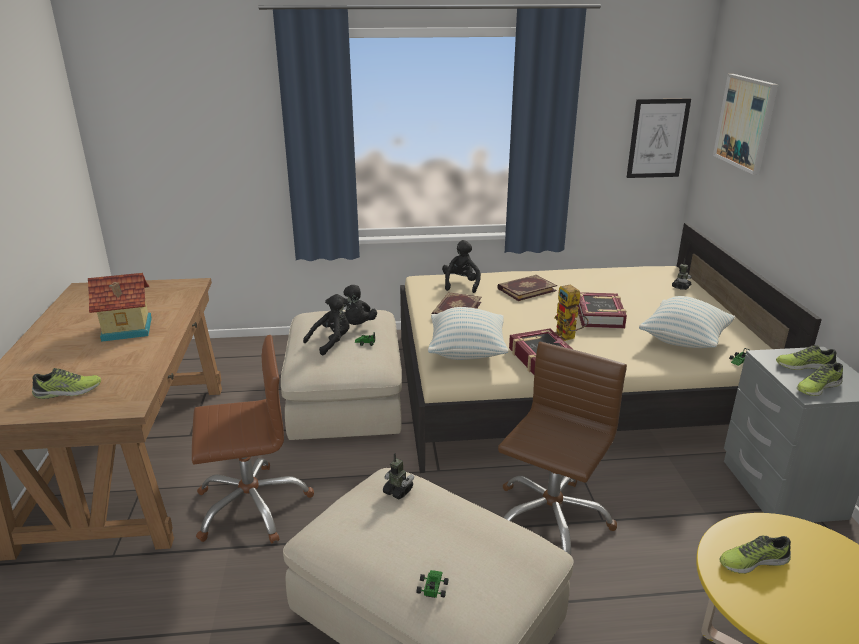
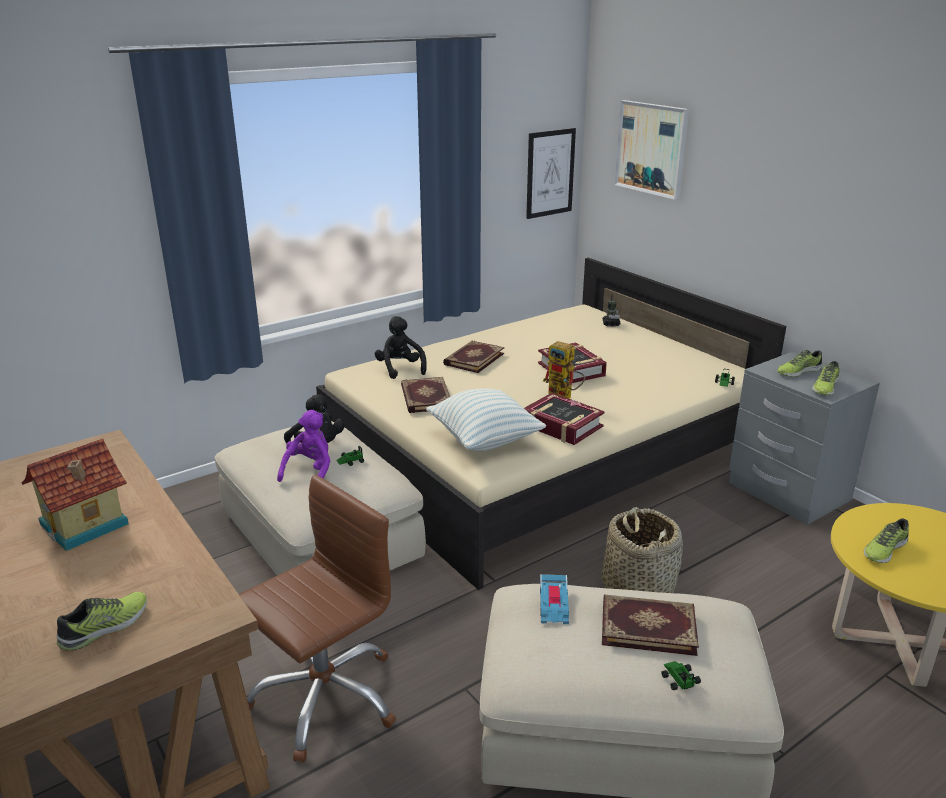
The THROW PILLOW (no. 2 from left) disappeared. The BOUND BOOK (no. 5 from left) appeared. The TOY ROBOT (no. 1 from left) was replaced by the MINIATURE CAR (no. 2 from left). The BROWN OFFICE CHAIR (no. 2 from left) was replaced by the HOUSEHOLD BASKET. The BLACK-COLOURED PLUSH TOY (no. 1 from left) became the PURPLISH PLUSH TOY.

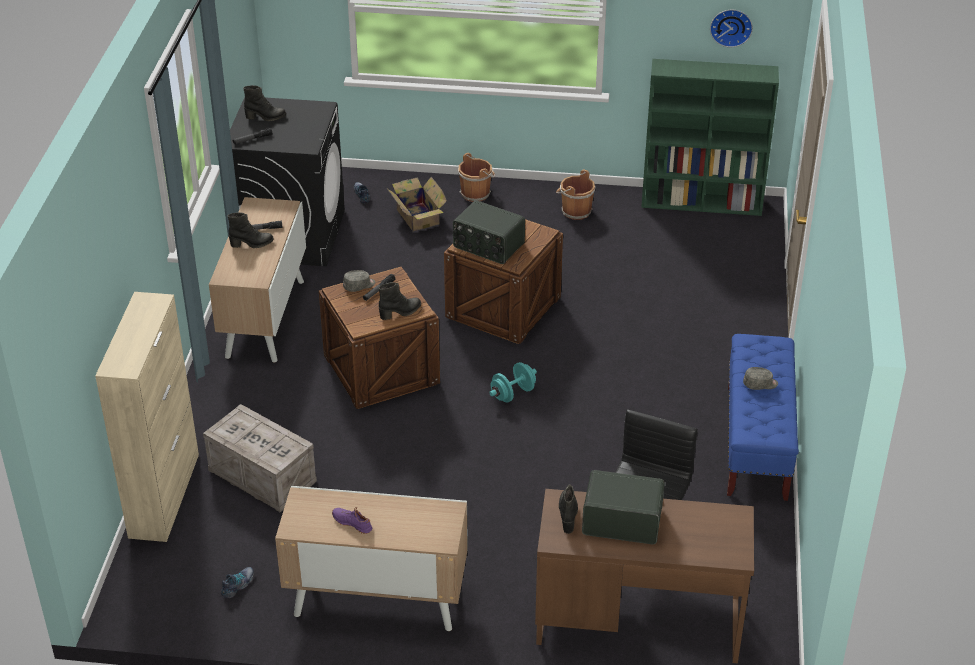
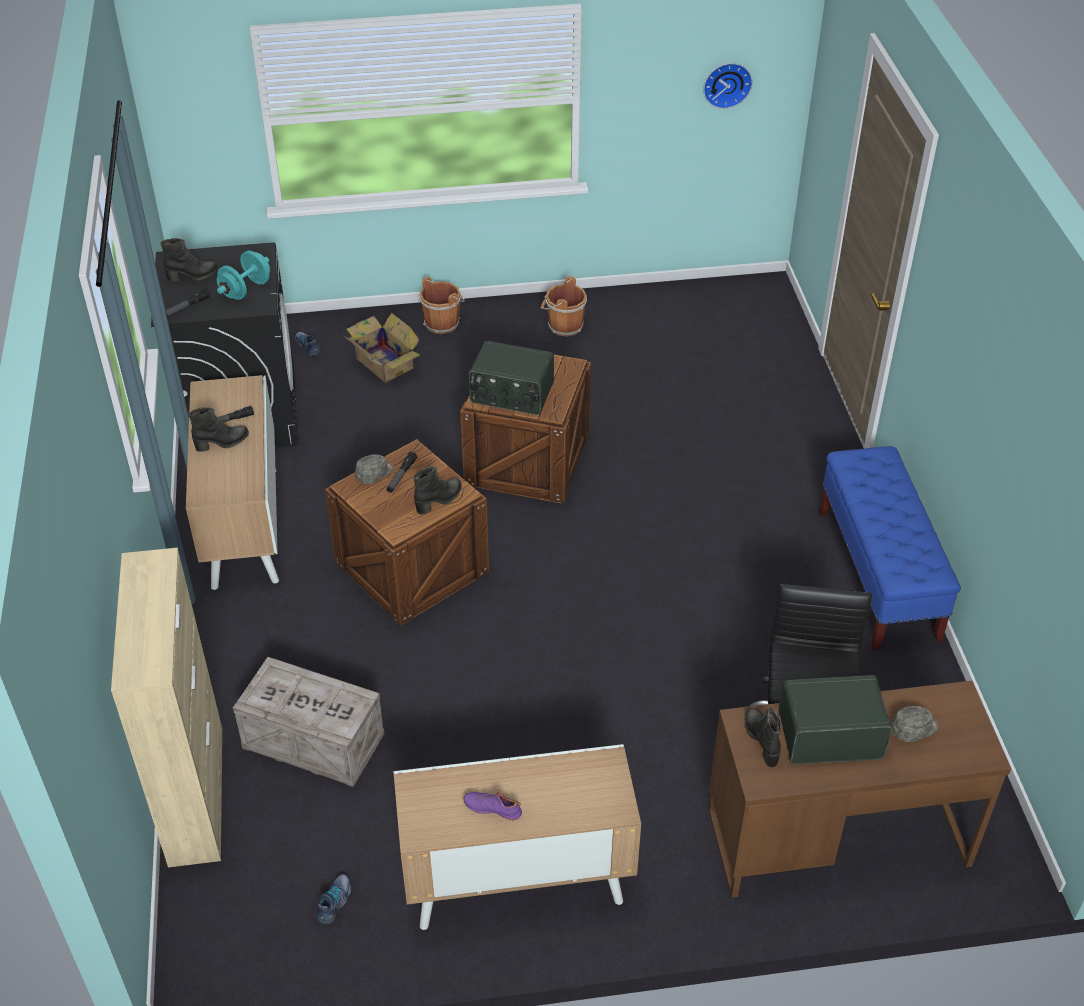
The GREENISH SHELVING UNIT disappeared. The TURQUOISE HAND WEIGHT moved. The GRAY CAP (no. 2 from left) moved.

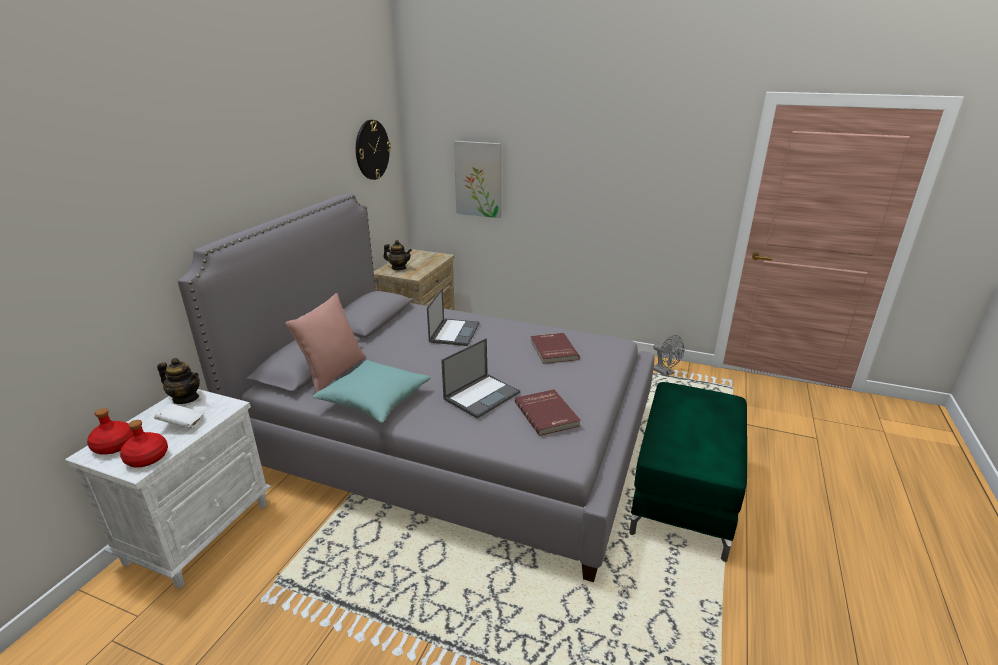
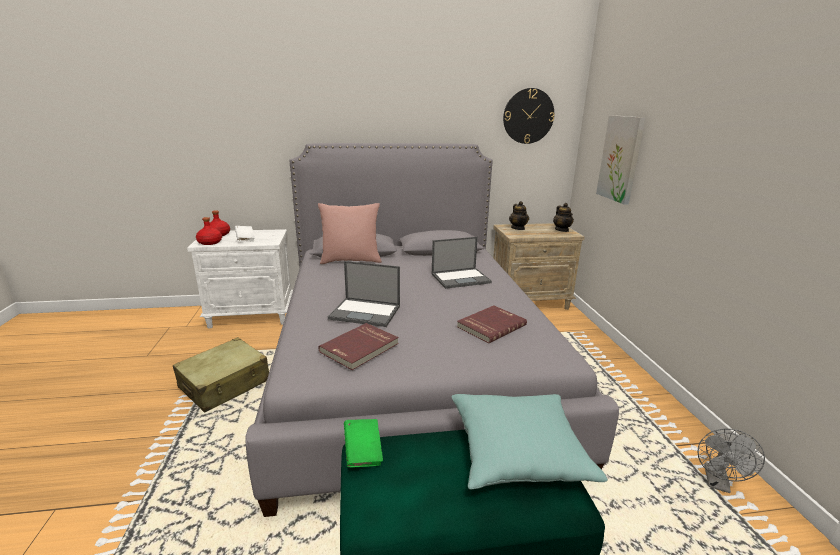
The BEIGE SUITCASE appeared. The GREENISH BOUND BOOK appeared. The TEA POT (no. 1 from left in the first image) moved. The TURQUOISE THROW PILLOW moved.

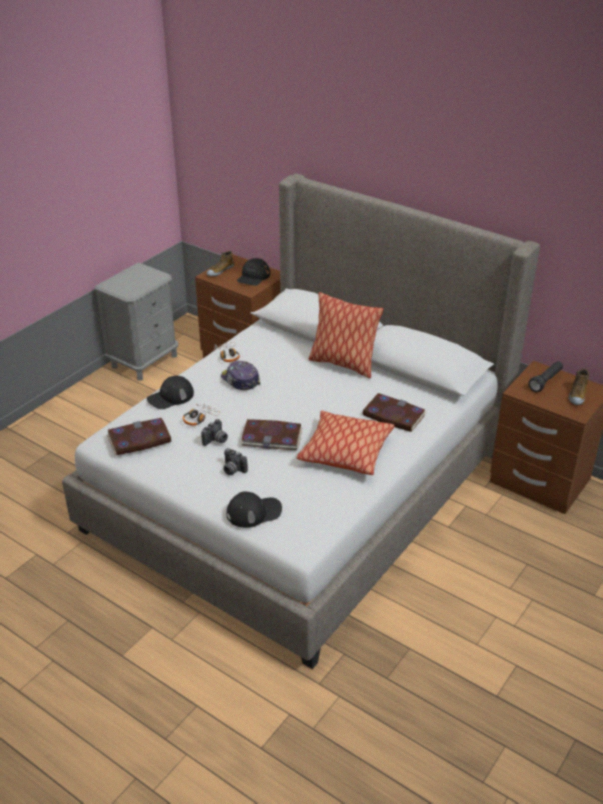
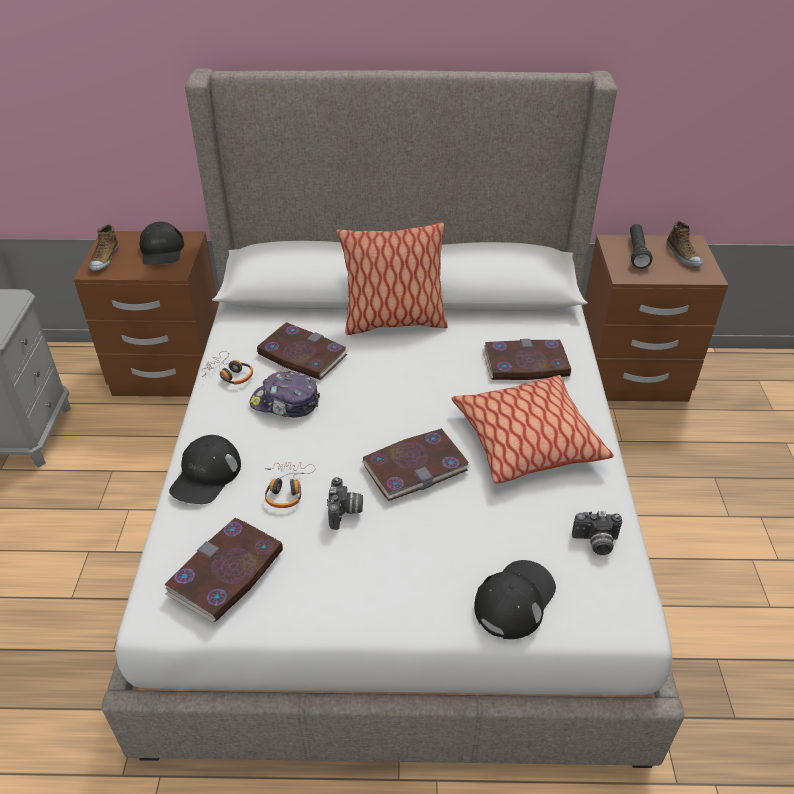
The BOUND BOOK (no. 2 from left) appeared. The PHOTO CAMERA (no. 2 from left) moved.

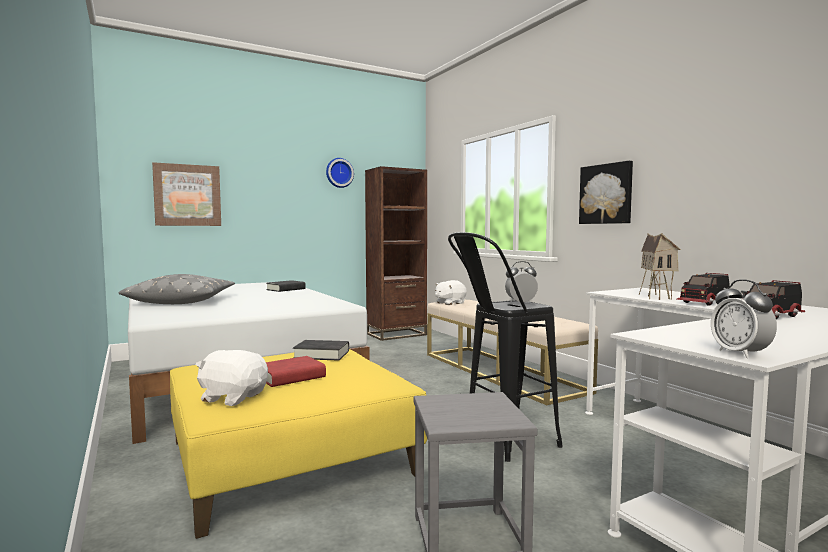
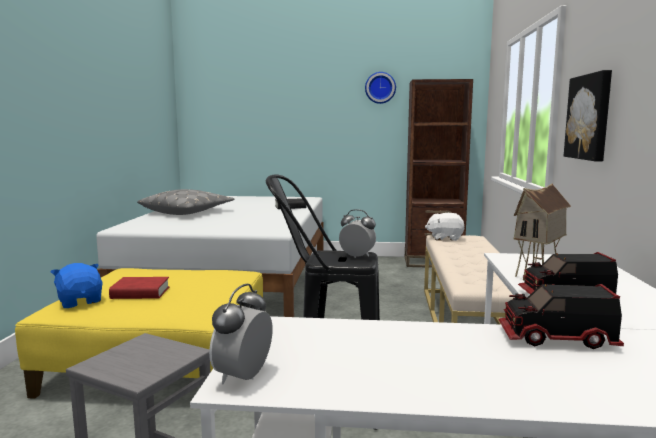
The PICTURE (no. 1 from left) disappeared. The BLACK-COLOURED BOUND BOOK (no. 2 from left) disappeared. The WHITE PLUSH TOY (no. 1 from left) became the BLUE PLUSH TOY.

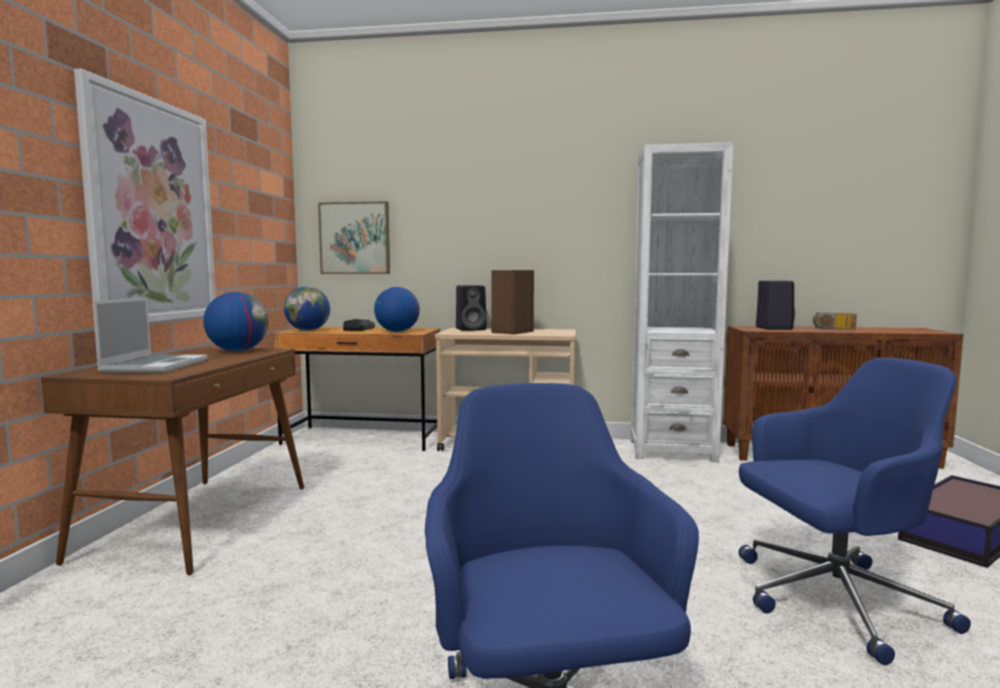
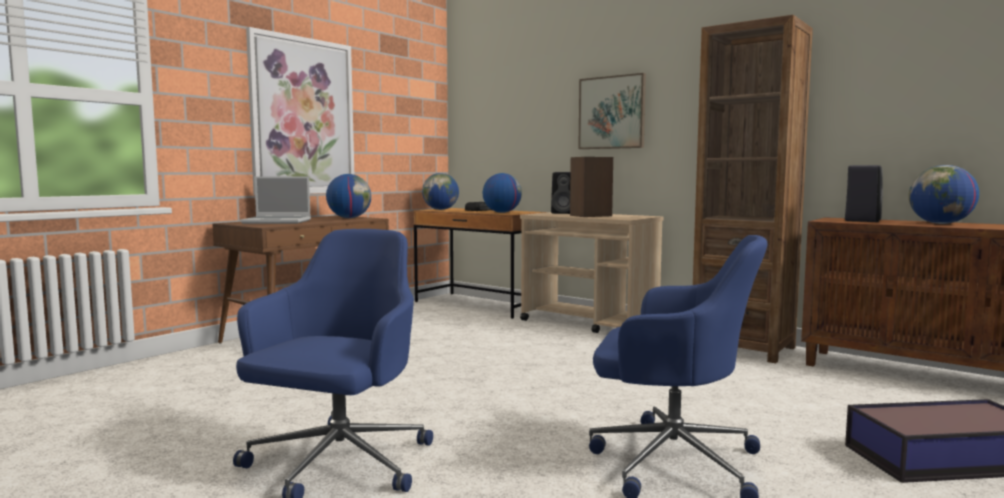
The PICTURE (no. 2 from left) moved. The RADIO RECEIVER (no. 2 from left) was replaced by the WORLD GLOBE (no. 4 from left). The WHITE SHELVING UNIT became the BROWN SHELVING UNIT. The PORTABLE COMPUTER turned 60 degrees clockwise.

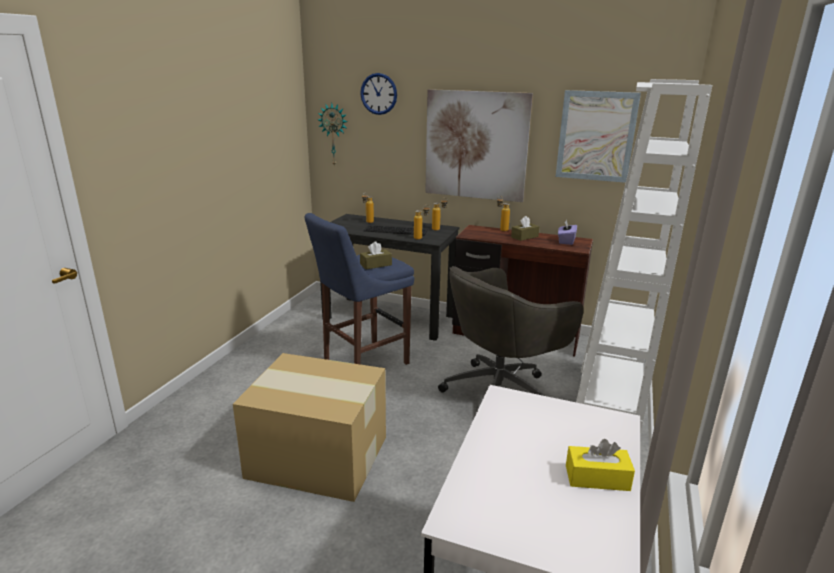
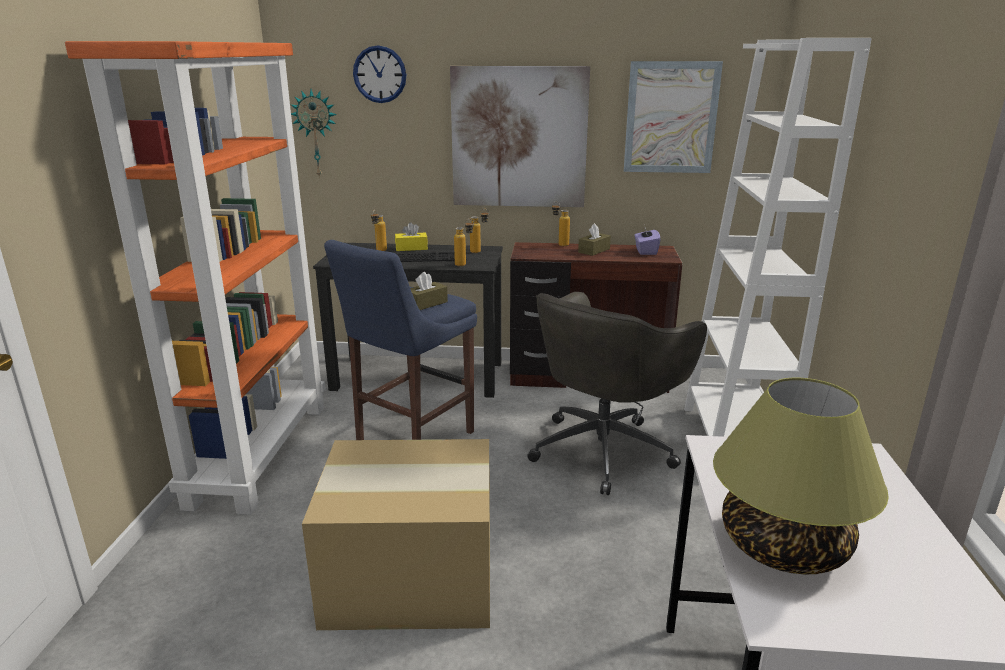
The ORANGE SHELVING UNIT appeared. The TABLETOP LAMP appeared. The YELLOW-COLOURED BOX OF TISSUES moved.

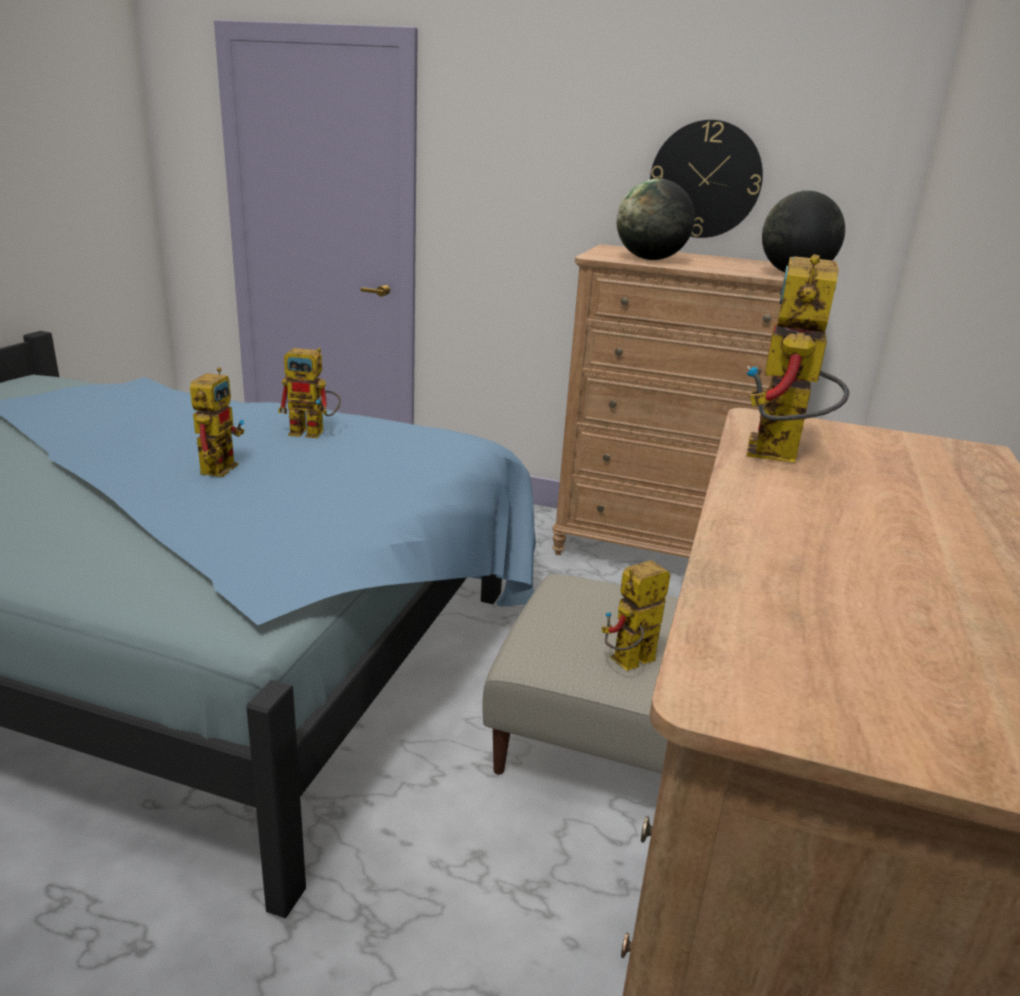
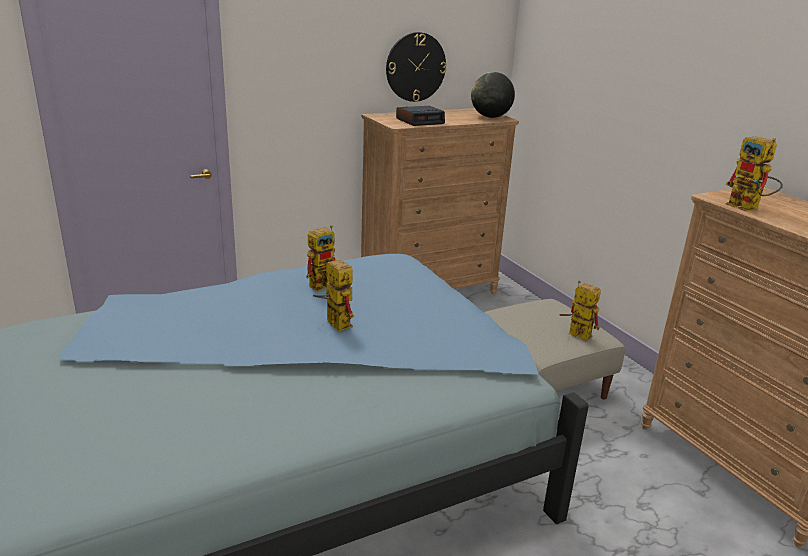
The WORLD GLOBE (no. 1 from left) was replaced by the TABLE CLOCK. The TOY ROBOT (no. 3 from left) turned 120 degrees clockwise.

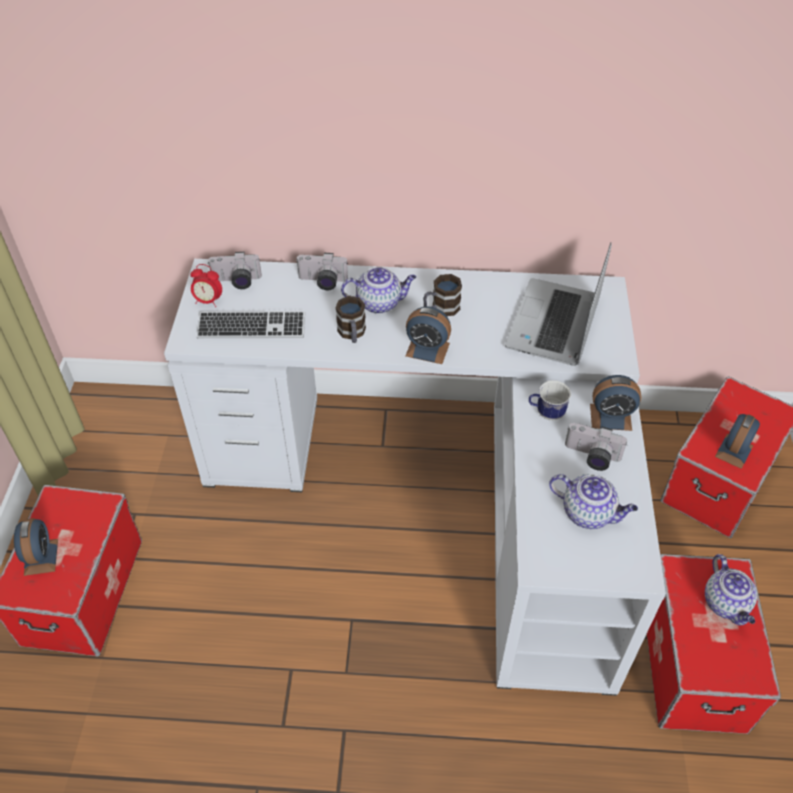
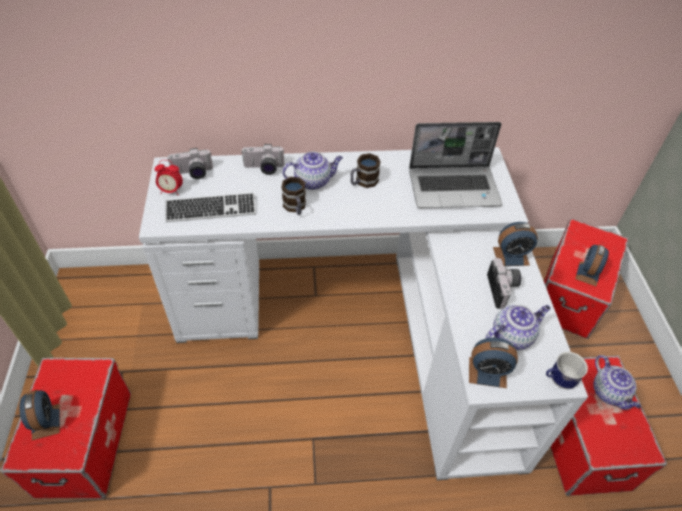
The TABLE CLOCK (no. 3 from left) moved. The TEA MUG (no. 3 from left) moved. The PORTABLE COMPUTER turned 105 degrees counterclockwise. The TEA POT (no. 2 from left) turned 45 degrees counterclockwise. The PHOTO CAMERA (no. 3 from left) turned 105 degrees counterclockwise.

